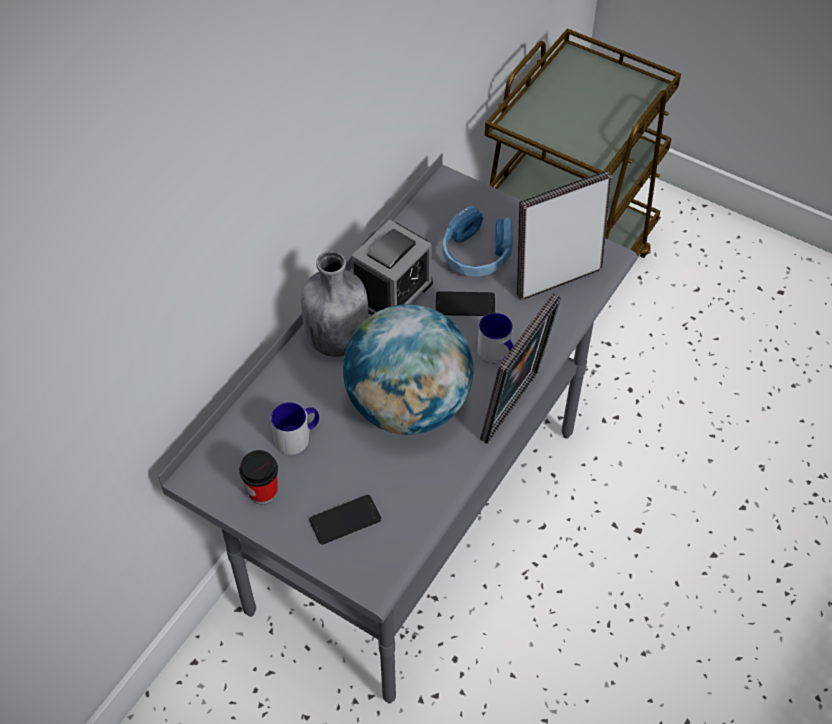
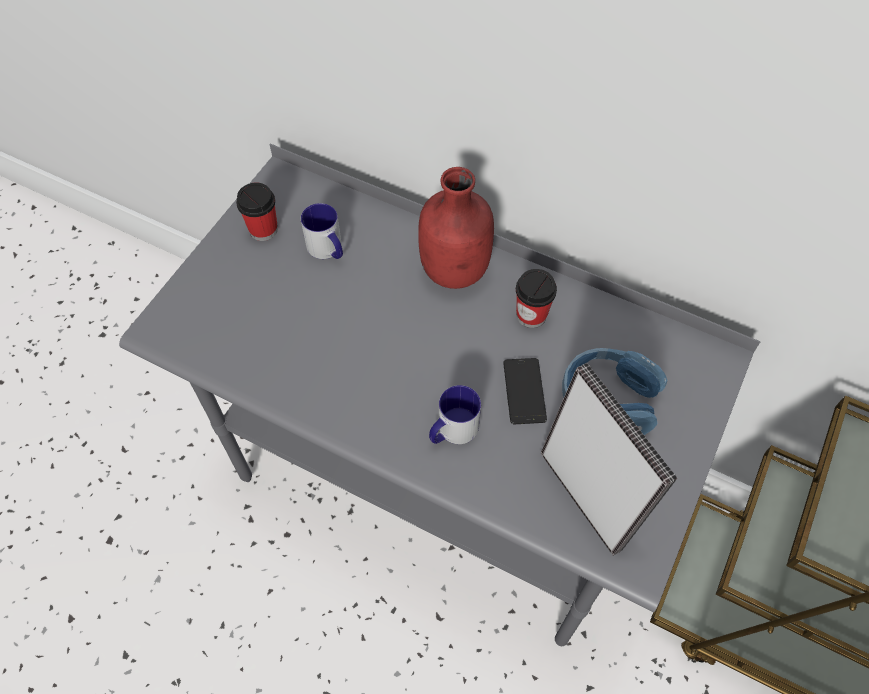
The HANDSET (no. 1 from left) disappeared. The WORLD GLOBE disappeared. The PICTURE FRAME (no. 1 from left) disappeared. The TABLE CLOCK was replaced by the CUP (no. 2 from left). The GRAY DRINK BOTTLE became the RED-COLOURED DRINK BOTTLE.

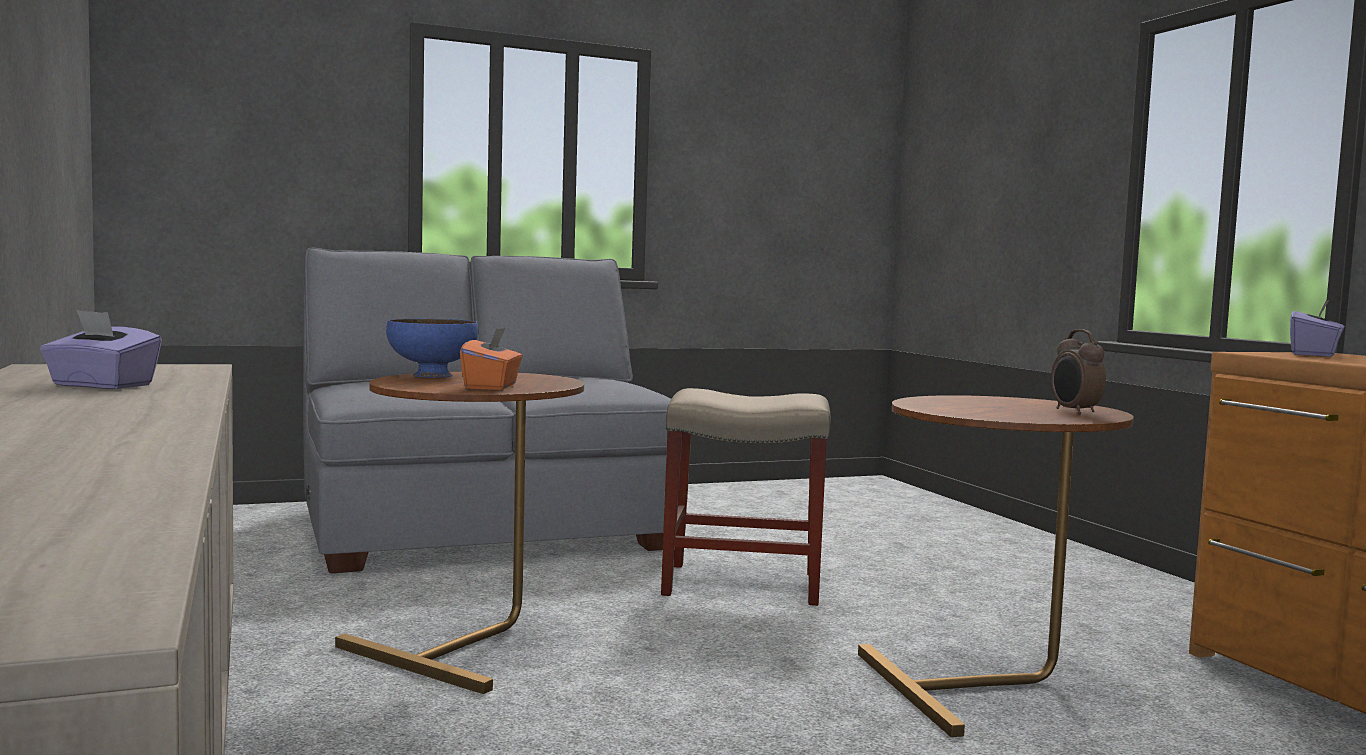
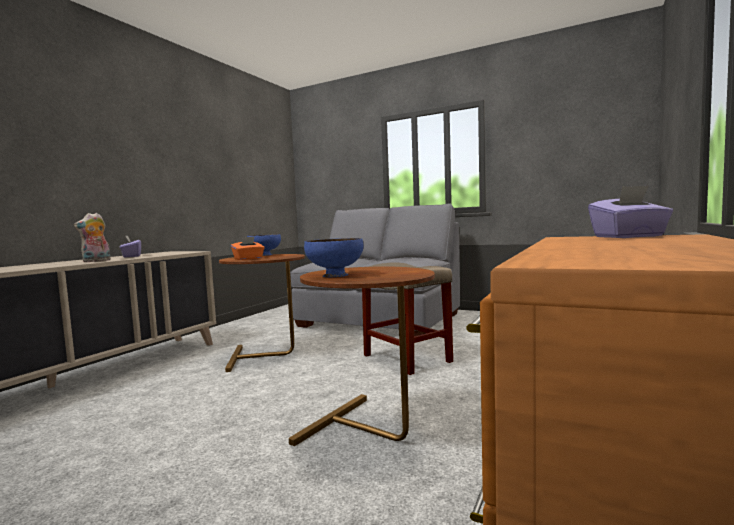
The TABLE CLOCK disappeared. The PLUSH TOY appeared. The BLUE BOWL (no. 2 from left) appeared.

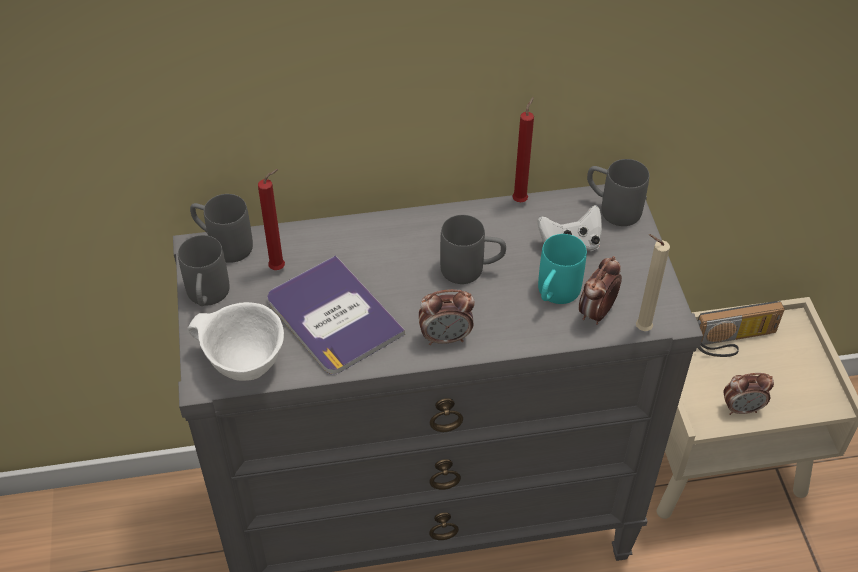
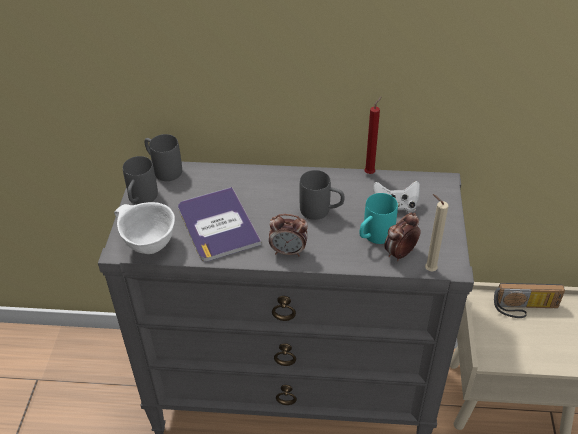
The RED-COLOURED CANDLE (no. 1 from left) disappeared. The GRAY TEA MUG (no. 4 from left) disappeared. The TABLE CLOCK (no. 3 from left) disappeared.

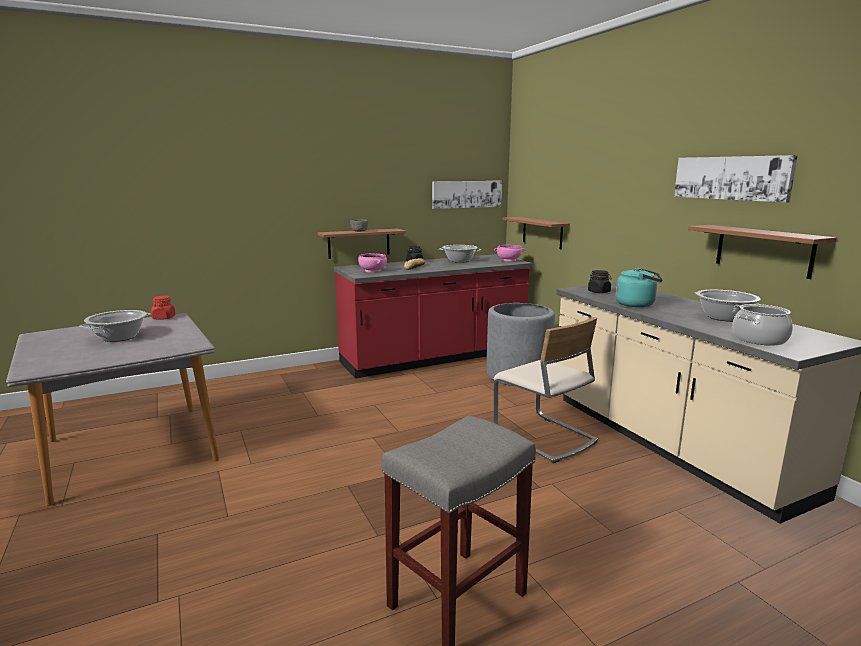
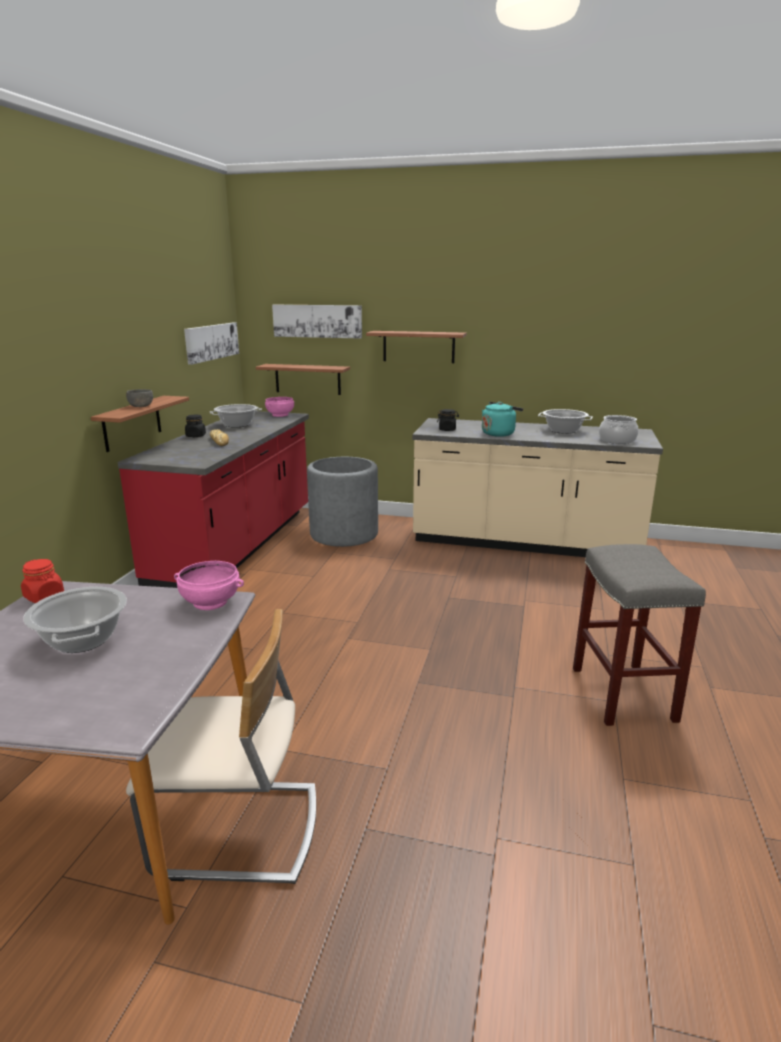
The PINKISH BOWL (no. 1 from left) moved. The BEIGE CHAIR moved. The PICTURE (no. 2 from left) moved. The BRACKET SHELF (no. 3 from left) moved.

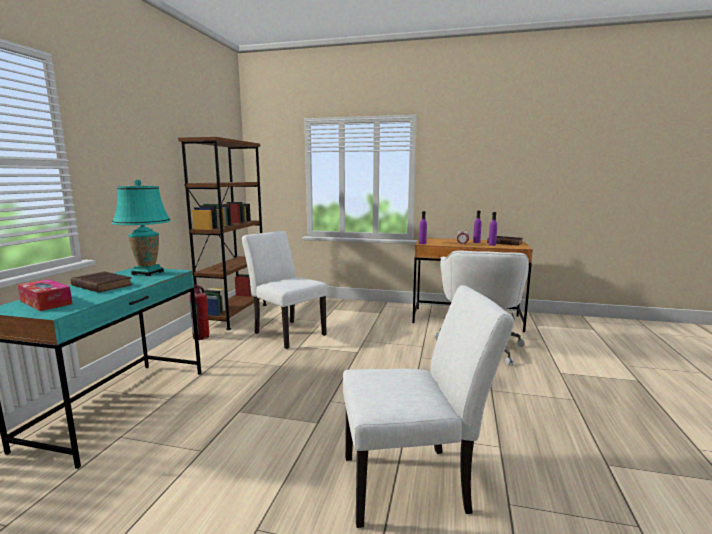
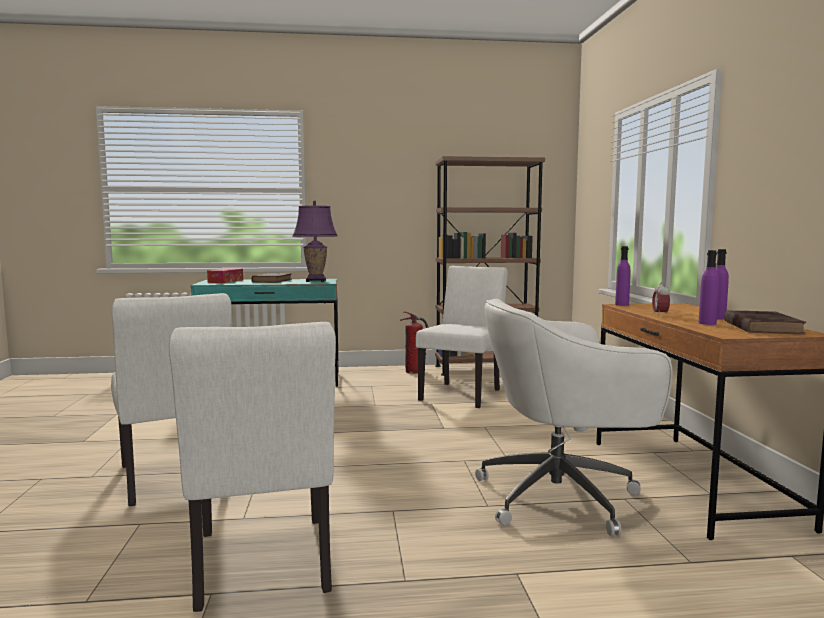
The WHITE CHAIR (no. 2 from left) appeared. The TURQUOISE TABLETOP LAMP became the PURPLISH TABLETOP LAMP.

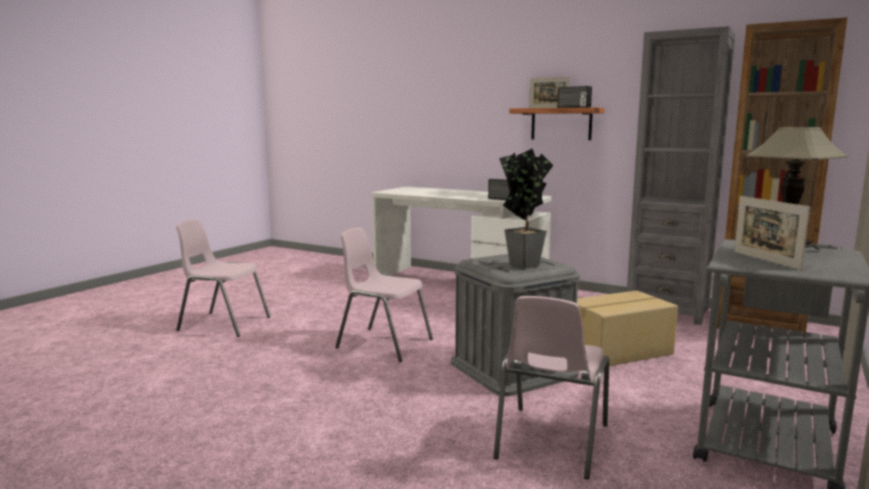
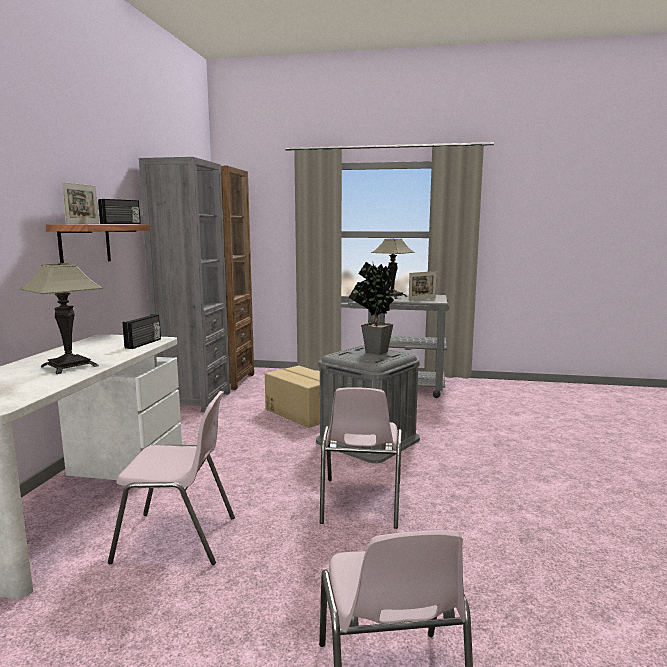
The TABLETOP LAMP (no. 1 from left) appeared. The PINKISH CHAIR (no. 3 from left in the first image) moved.

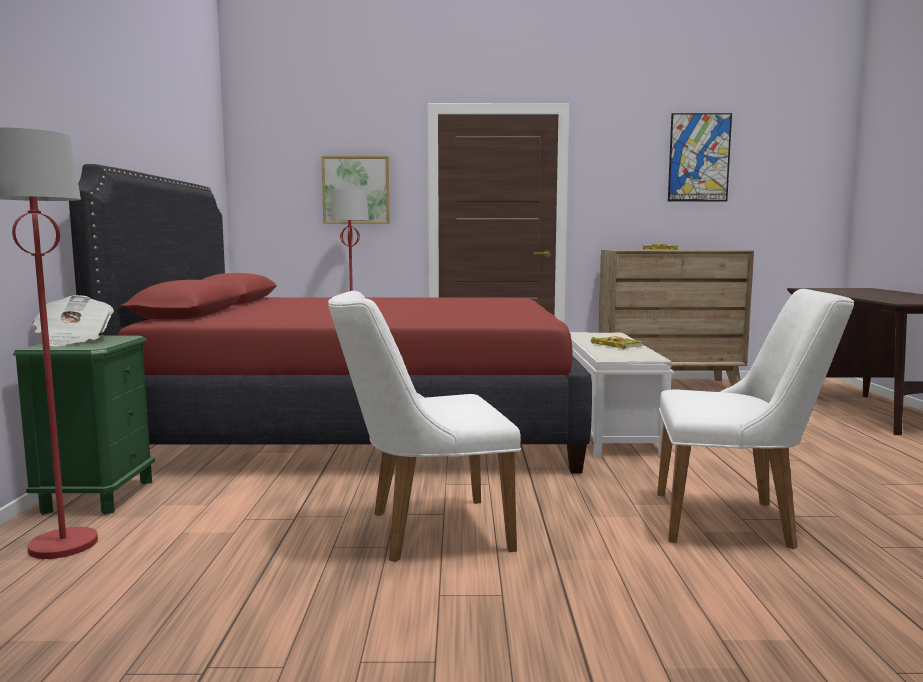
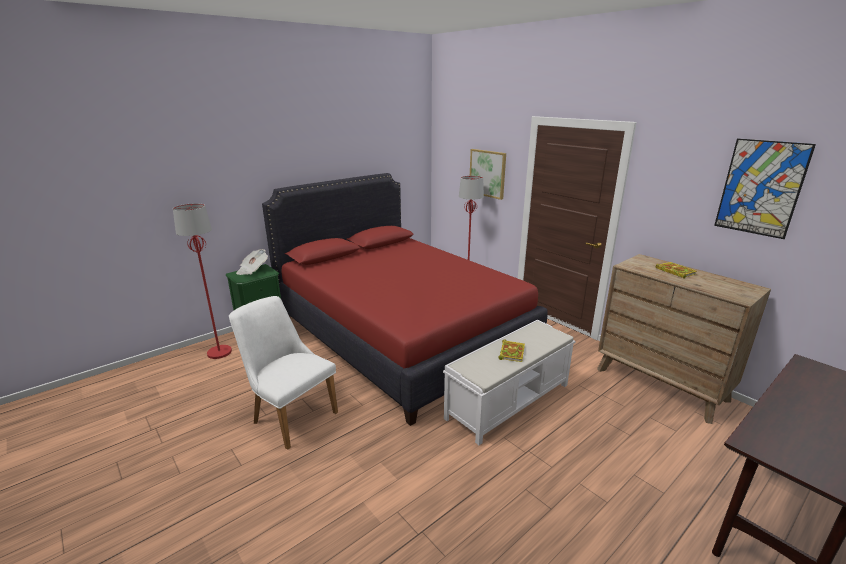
The WHITE CHAIR (no. 2 from left) disappeared.

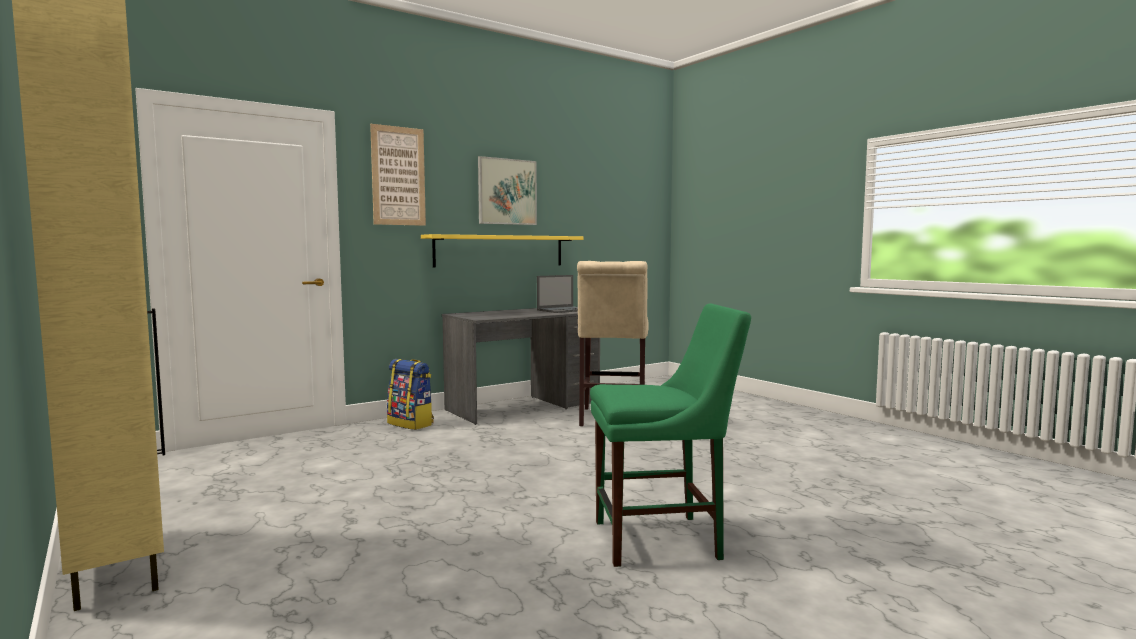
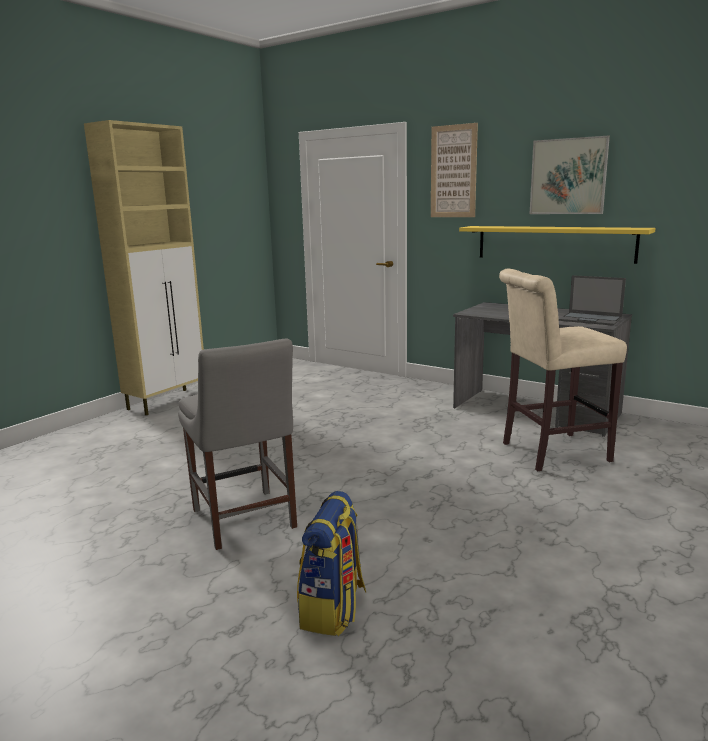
The KNAPSACK moved. The GREENISH CHAIR became the GRAY CHAIR.

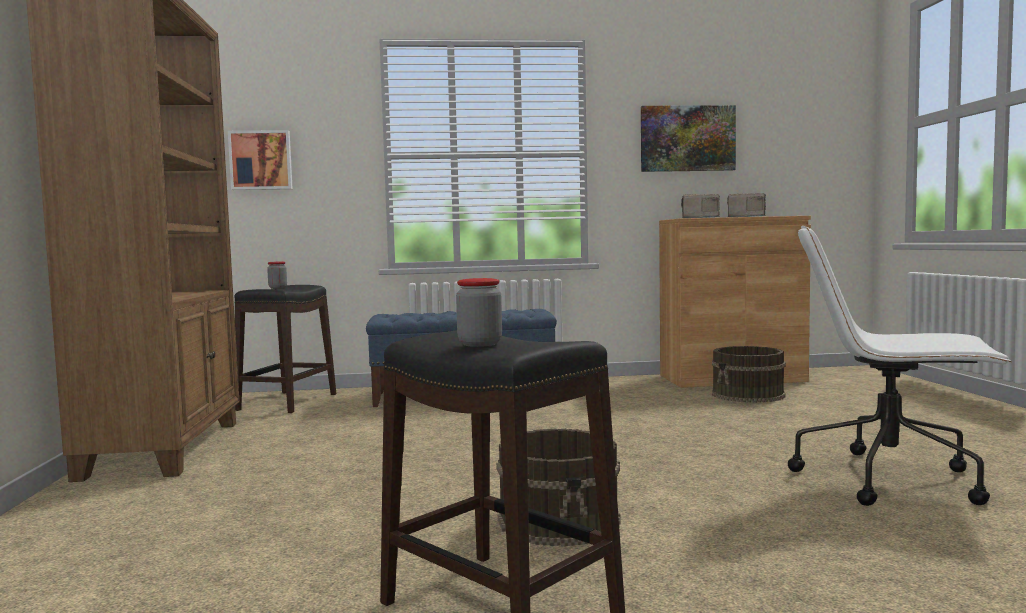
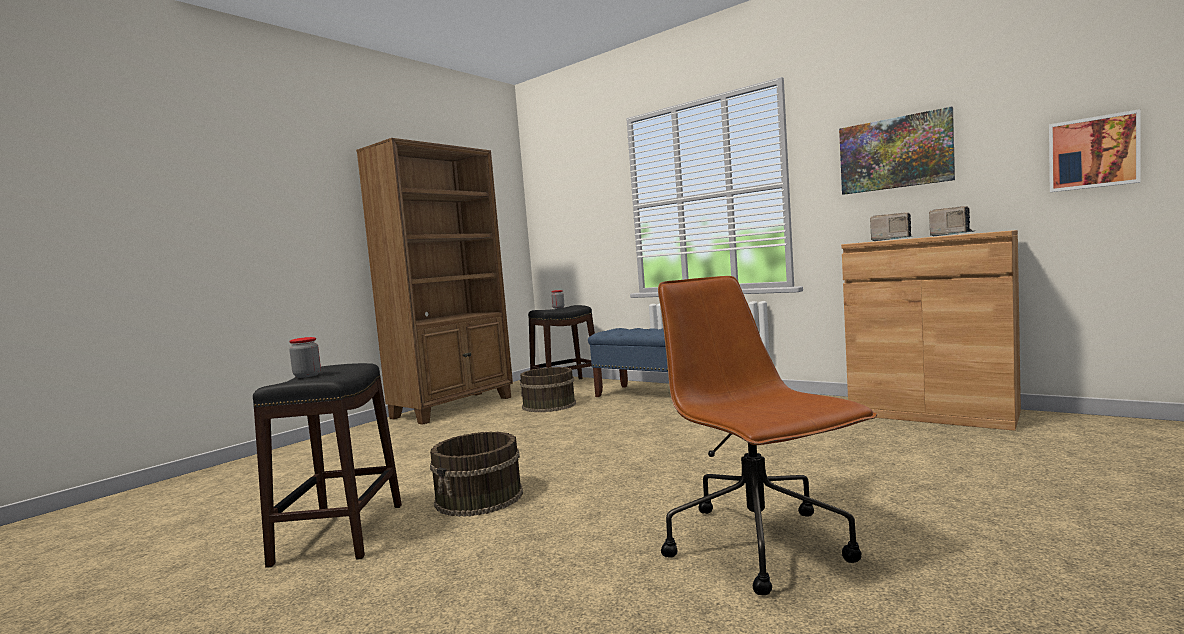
The PICTURE (no. 1 from left in the first image) moved. The BROWN PAIL (no. 2 from left) moved. The WHITE OFFICE CHAIR became the BROWN OFFICE CHAIR.

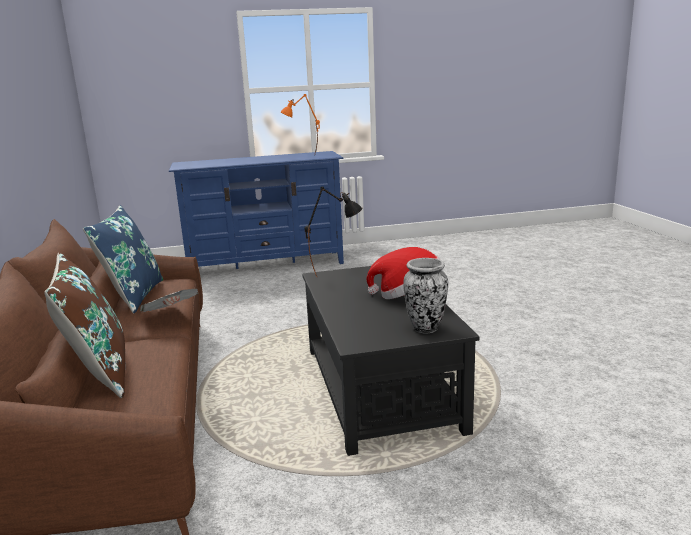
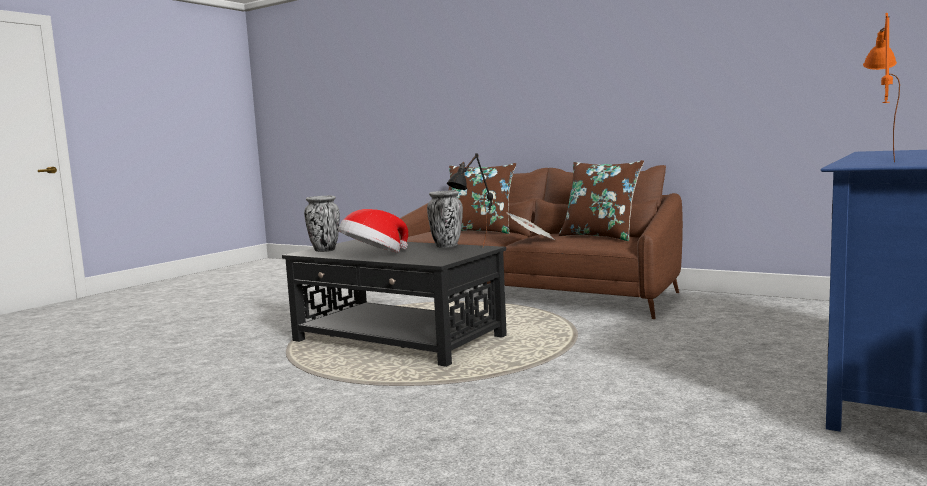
The FLOWER VASE (no. 2 from left) appeared. The BLUE THROW PILLOW became the BROWN THROW PILLOW (no. 2 from left).

